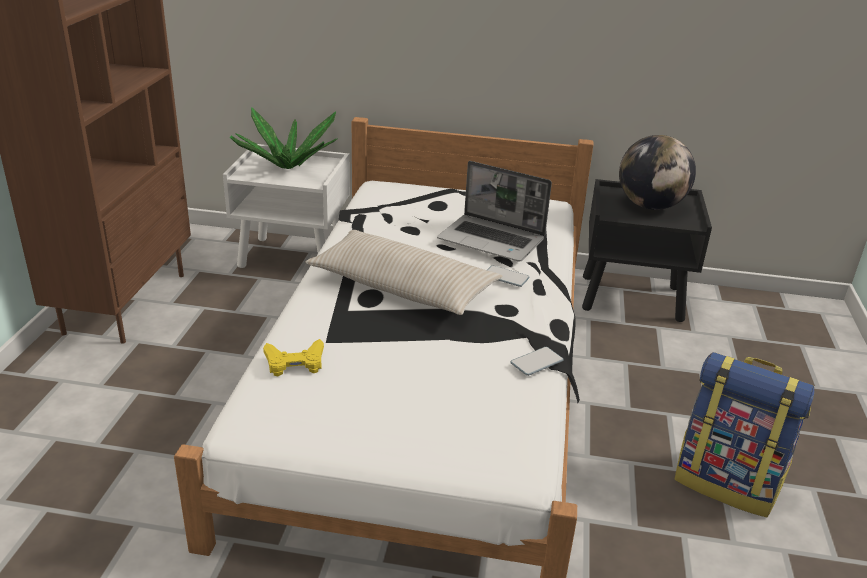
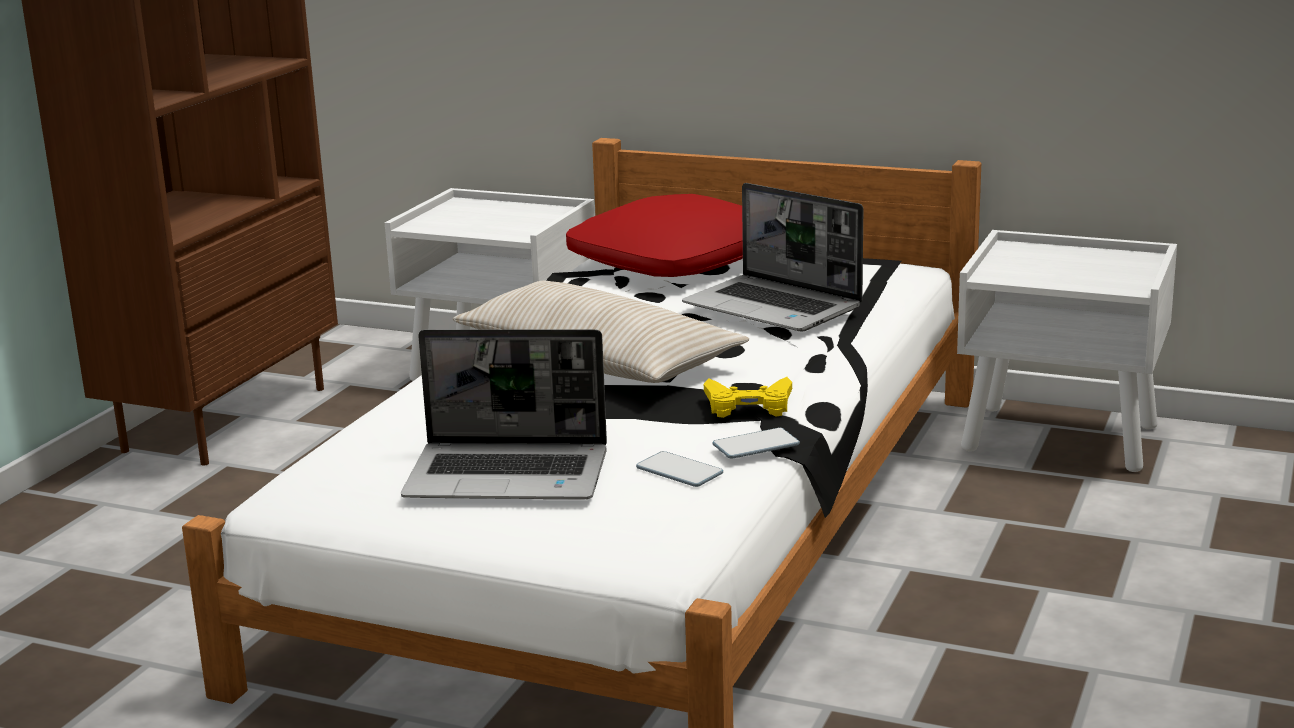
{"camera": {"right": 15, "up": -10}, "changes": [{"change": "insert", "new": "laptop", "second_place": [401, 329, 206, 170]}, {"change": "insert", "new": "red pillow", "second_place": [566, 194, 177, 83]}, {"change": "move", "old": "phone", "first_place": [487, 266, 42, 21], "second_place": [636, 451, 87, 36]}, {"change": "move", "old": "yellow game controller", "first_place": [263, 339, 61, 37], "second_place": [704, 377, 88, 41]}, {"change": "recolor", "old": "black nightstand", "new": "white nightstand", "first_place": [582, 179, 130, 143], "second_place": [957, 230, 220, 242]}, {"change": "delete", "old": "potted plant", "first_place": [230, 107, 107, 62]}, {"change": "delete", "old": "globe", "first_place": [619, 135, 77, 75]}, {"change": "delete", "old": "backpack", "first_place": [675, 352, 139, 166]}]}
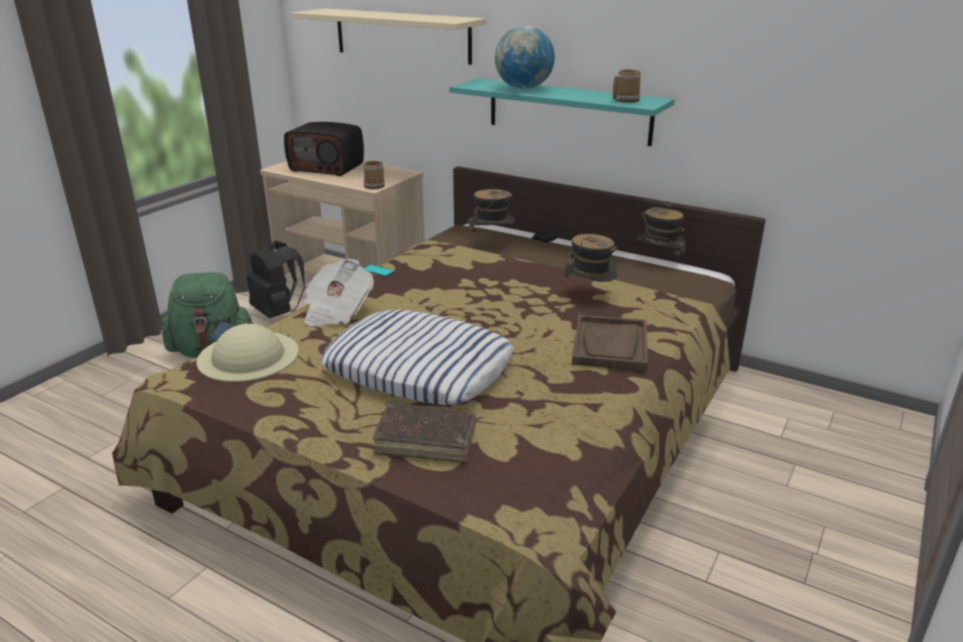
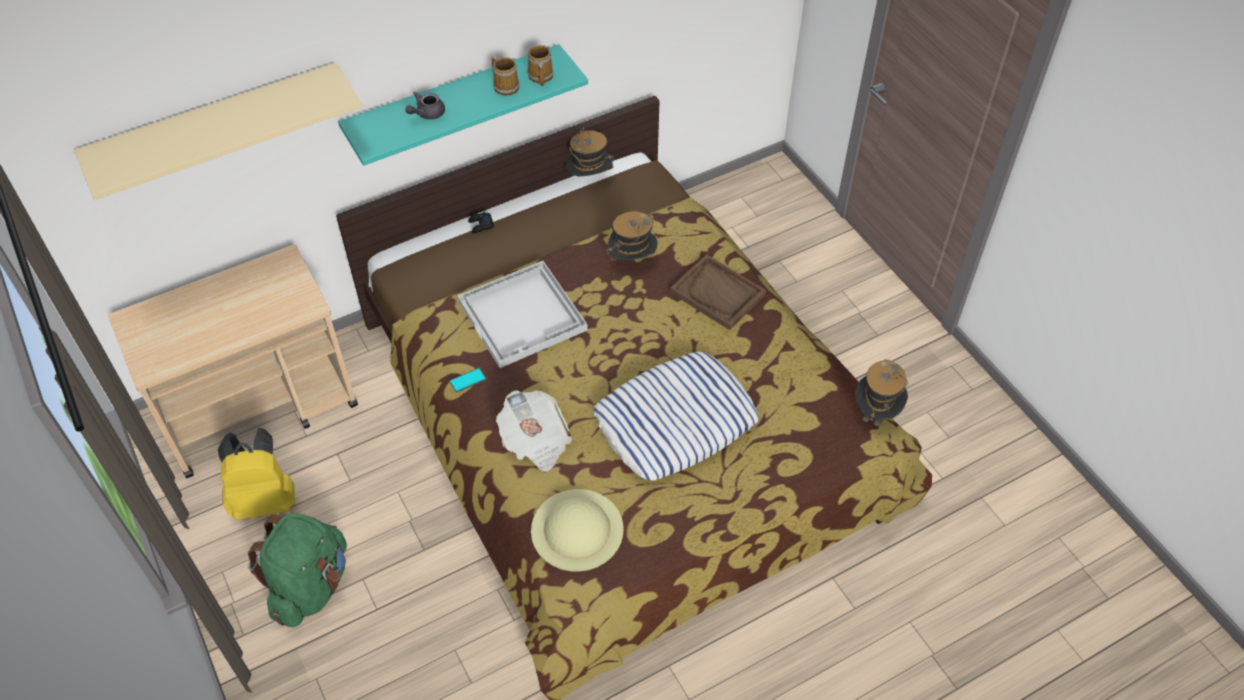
{"camera": {"right": -60, "up": 25}, "changes": [{"change": "recolor", "old": "black backpack", "new": "yellow backpack", "first_place": [247, 241, 58, 77], "second_place": [218, 428, 77, 92]}, {"change": "replace", "old": "globe", "new": "grey teapot", "first_place": [495, 26, 60, 63], "second_place": [405, 91, 40, 29]}, {"change": "insert", "new": "white tray", "second_place": [457, 261, 131, 107]}, {"change": "move", "old": "mug", "first_place": [364, 161, 21, 28], "second_place": [492, 55, 27, 41]}, {"change": "move", "old": "hat", "first_place": [467, 189, 48, 43], "second_place": [855, 359, 53, 77]}, {"change": "delete", "old": "radio", "first_place": [284, 122, 80, 54]}, {"change": "delete", "old": "brown book", "first_place": [373, 403, 103, 60]}]}
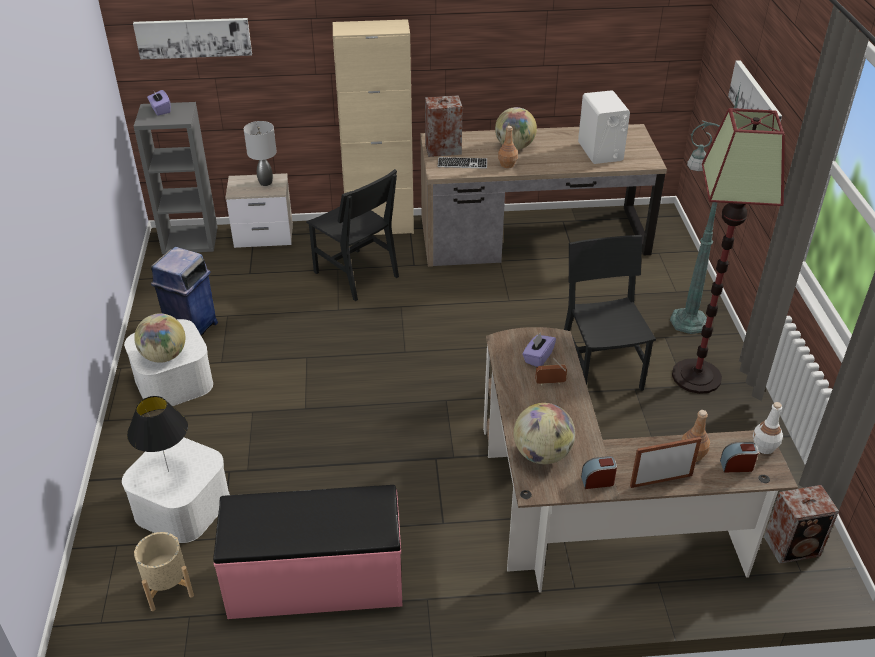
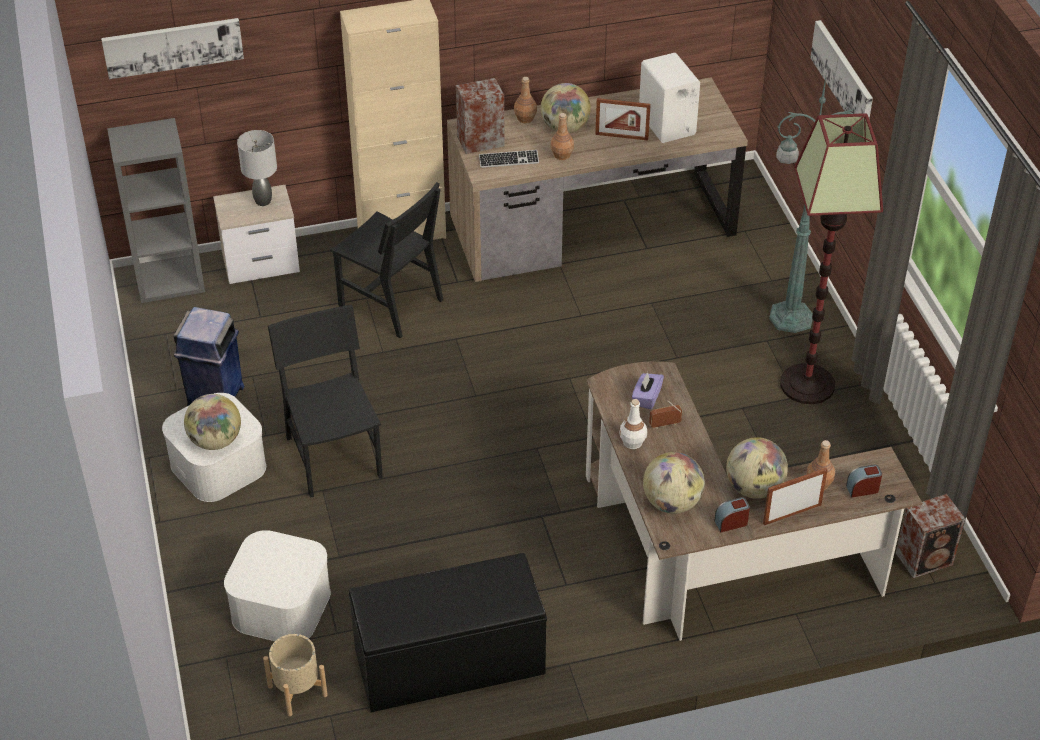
{"camera": {"right": -10, "up": 5}, "changes": [{"change": "move", "old": "black chair", "first_place": [564, 235, 92, 156], "second_place": [268, 305, 115, 193]}, {"change": "recolor", "old": "pink bench", "new": "black bench", "first_place": [213, 485, 190, 134], "second_place": [349, 553, 198, 159]}, {"change": "insert", "new": "brown bottle", "second_place": [514, 77, 23, 46]}, {"change": "insert", "new": "picture frame", "second_place": [595, 98, 56, 42]}, {"change": "move", "old": "white bottle", "first_place": [753, 402, 30, 52], "second_place": [619, 399, 28, 50]}, {"change": "insert", "new": "globe", "second_place": [726, 437, 62, 62]}, {"change": "delete", "old": "black table lamp", "first_place": [127, 396, 61, 76]}, {"change": "delete", "old": "purple tissue box", "first_place": [147, 90, 24, 25]}]}
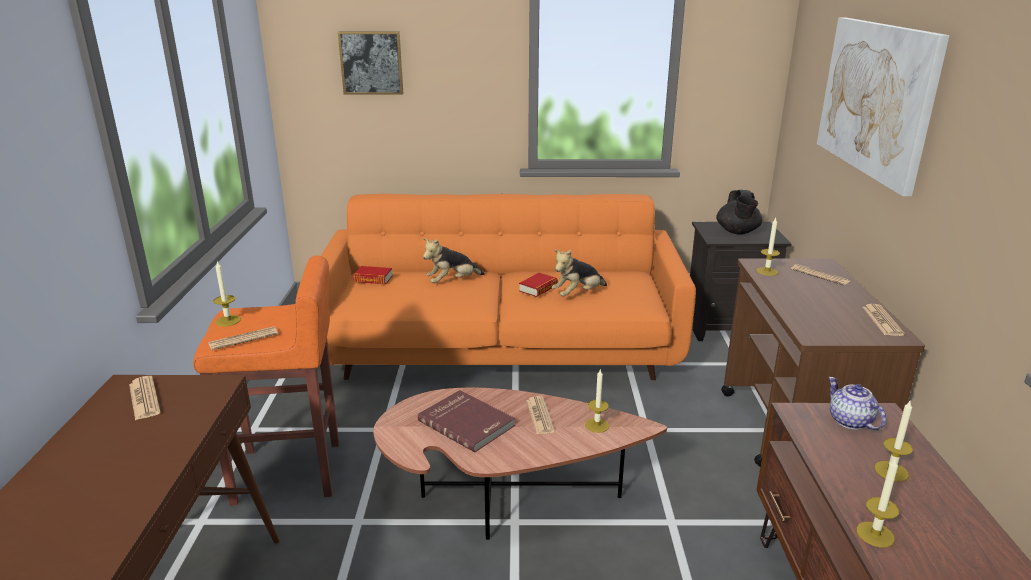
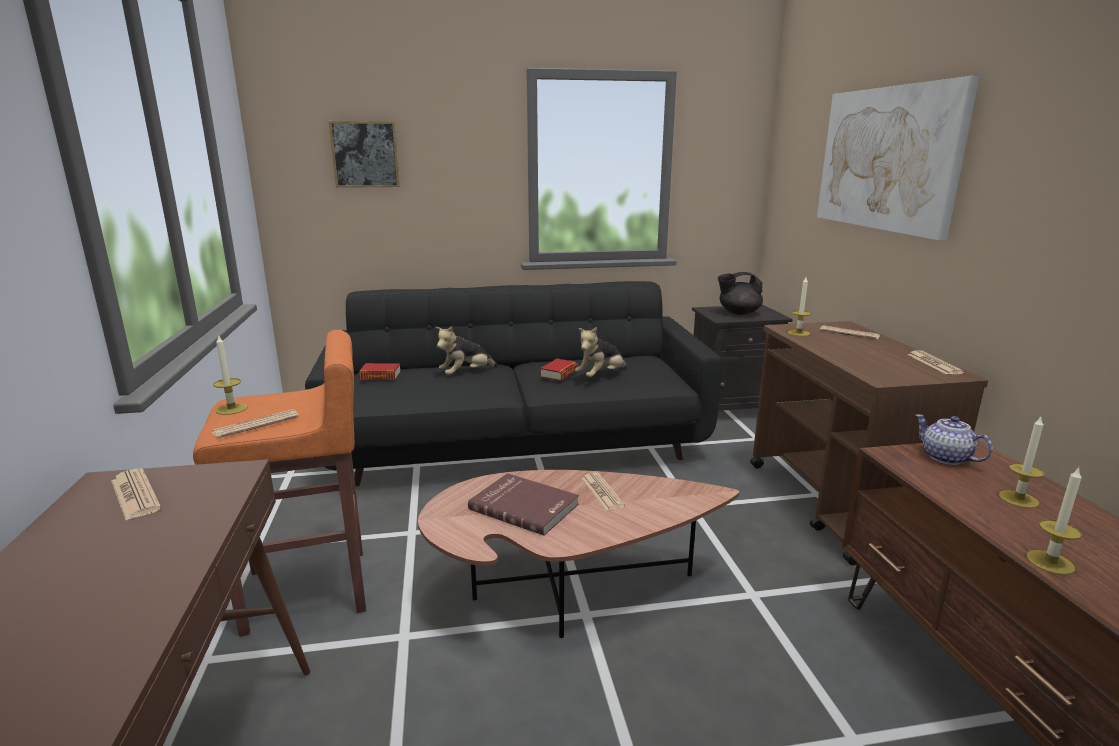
{"camera": {"right": -10, "up": -5}, "changes": [{"change": "recolor", "old": "orange sofa", "new": "black sofa", "first_place": [321, 194, 375, 186], "second_place": [305, 281, 417, 206]}, {"change": "rotate", "old": "black teapot", "first_place": [716, 190, 46, 45], "second_place": [718, 272, 45, 43], "degrees": 90}, {"change": "delete", "old": "candle", "first_place": [585, 370, 24, 63]}]}
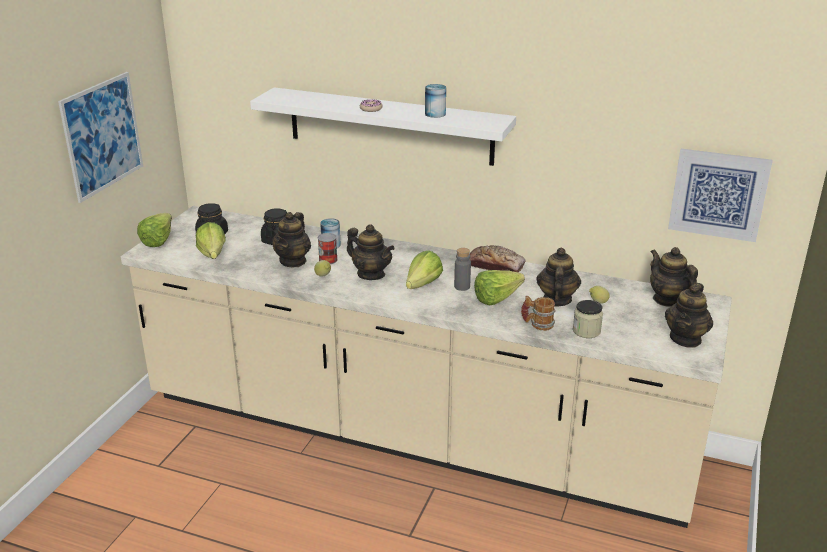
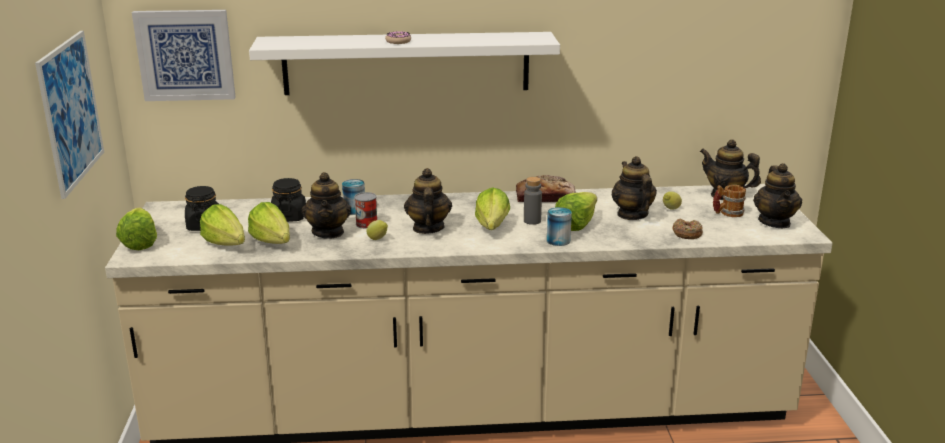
{"camera": {"right": -25, "up": -5}, "changes": [{"change": "move", "old": "picture", "first_place": [668, 149, 104, 93], "second_place": [132, 10, 104, 91]}, {"change": "insert", "new": "lettuce", "second_place": [248, 202, 42, 42]}, {"change": "rotate", "old": "teapot", "first_place": [347, 224, 48, 56], "second_place": [404, 168, 48, 66], "degrees": -105}, {"change": "move", "old": "can", "first_place": [425, 84, 21, 34], "second_place": [547, 207, 25, 39]}, {"change": "replace", "old": "jar", "new": "donut", "first_place": [573, 300, 30, 38], "second_place": [672, 219, 31, 20]}, {"change": "move", "old": "mug", "first_place": [521, 296, 35, 35], "second_place": [713, 185, 33, 32]}]}
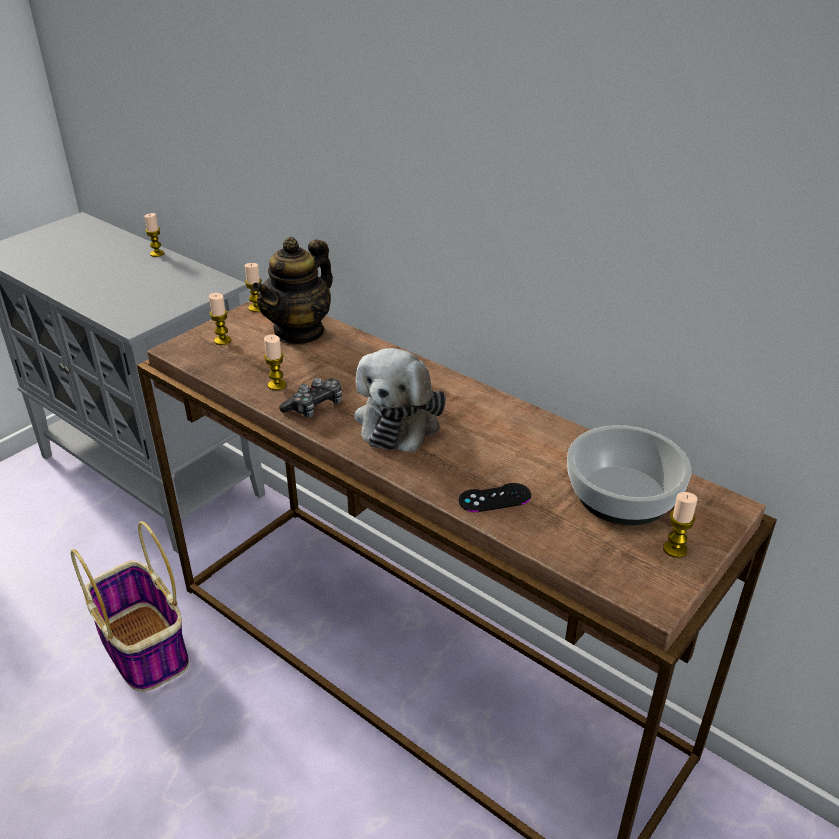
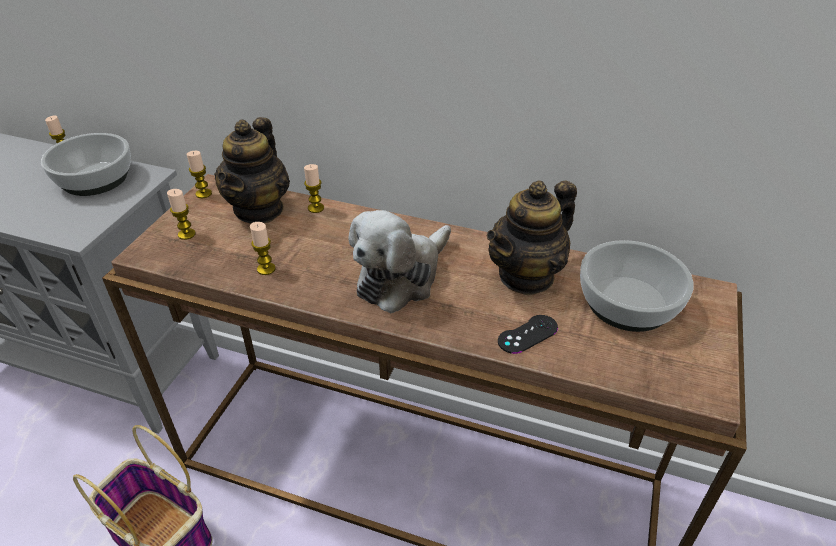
{"camera": {"right": -20, "up": 5}, "changes": [{"change": "insert", "new": "bowl", "second_place": [41, 133, 90, 63]}, {"change": "move", "old": "candle", "first_place": [663, 492, 35, 66], "second_place": [304, 164, 20, 49]}, {"change": "rotate", "old": "plush toy", "first_place": [354, 348, 92, 104], "second_place": [348, 210, 103, 103], "degrees": 45}, {"change": "insert", "new": "teapot", "second_place": [486, 180, 91, 116]}, {"change": "delete", "old": "game controller", "first_place": [279, 378, 63, 40]}]}
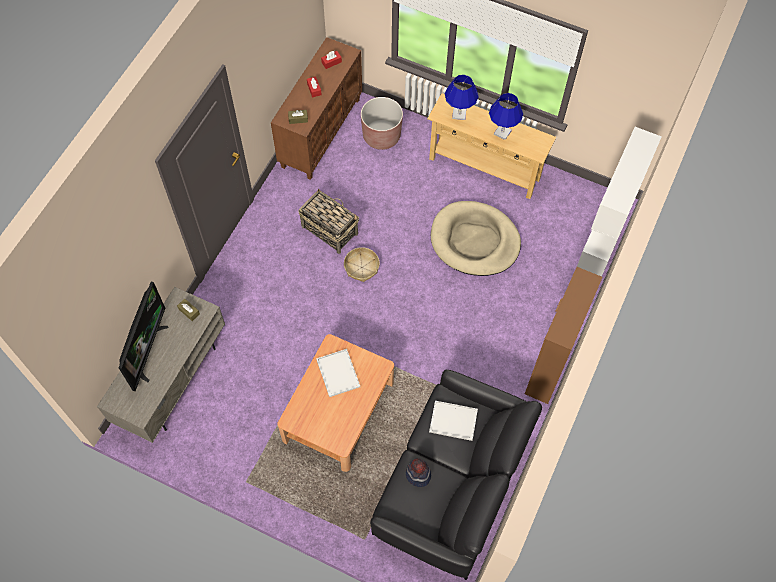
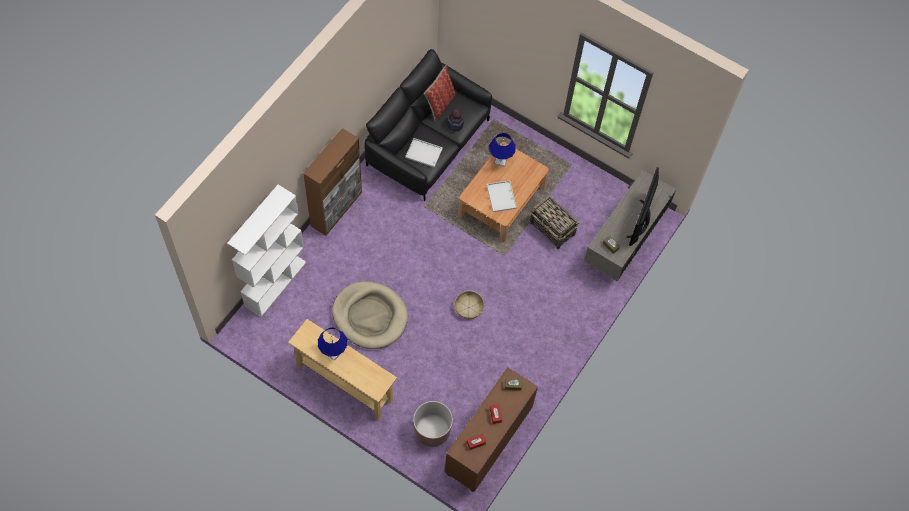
{"camera": {"right": -175, "up": 0}, "changes": [{"change": "insert", "new": "pillow", "second_place": [424, 65, 33, 56]}, {"change": "move", "old": "blue table lamp", "first_place": [445, 75, 34, 45], "second_place": [489, 133, 27, 34]}, {"change": "move", "old": "basket", "first_place": [298, 189, 61, 65], "second_place": [530, 196, 49, 53]}]}
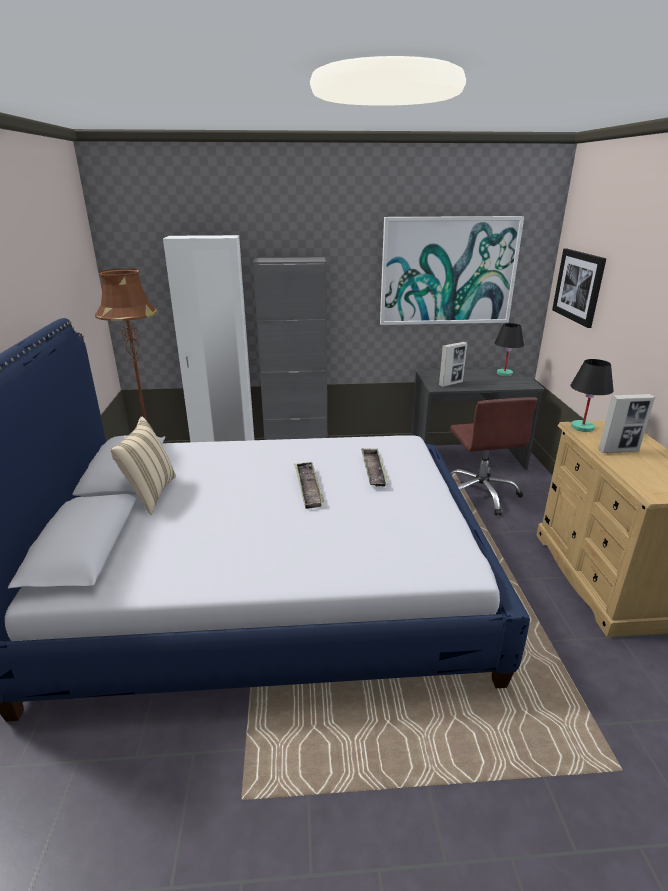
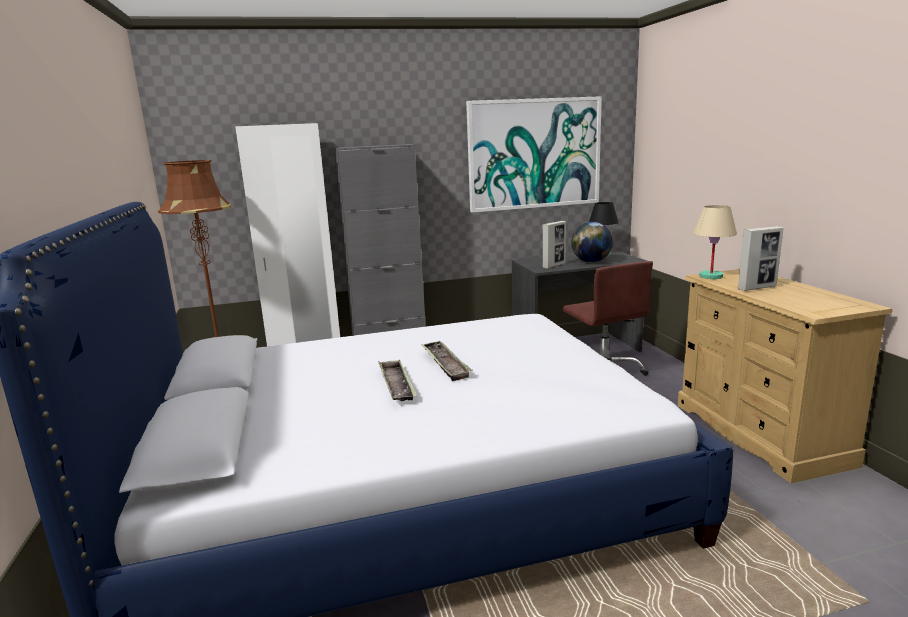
{"camera": {"right": -10, "up": -10}, "changes": [{"change": "move", "old": "tray", "first_place": [361, 448, 28, 39], "second_place": [378, 360, 39, 41]}, {"change": "insert", "new": "globe", "second_place": [571, 222, 42, 41]}, {"change": "recolor", "old": "black table lamp", "new": "beige table lamp", "first_place": [570, 359, 44, 73], "second_place": [693, 205, 44, 74]}, {"change": "delete", "old": "beige pillow", "first_place": [111, 417, 65, 98]}, {"change": "delete", "old": "picture", "first_place": [552, 248, 54, 80]}]}
